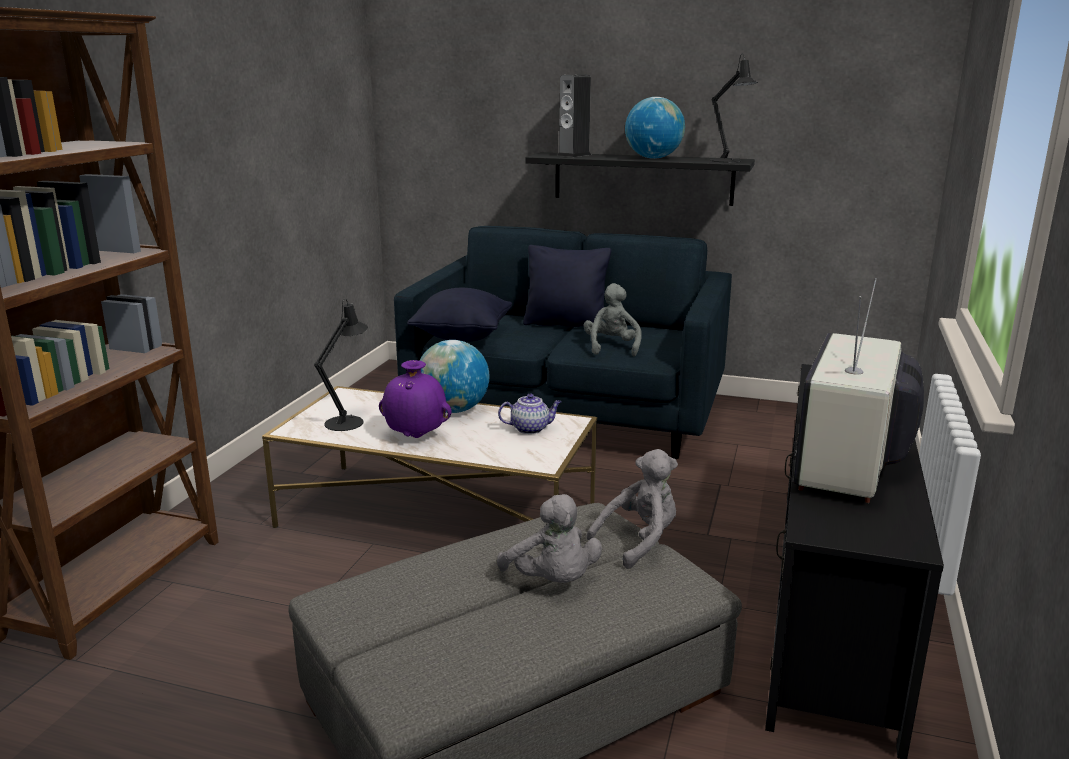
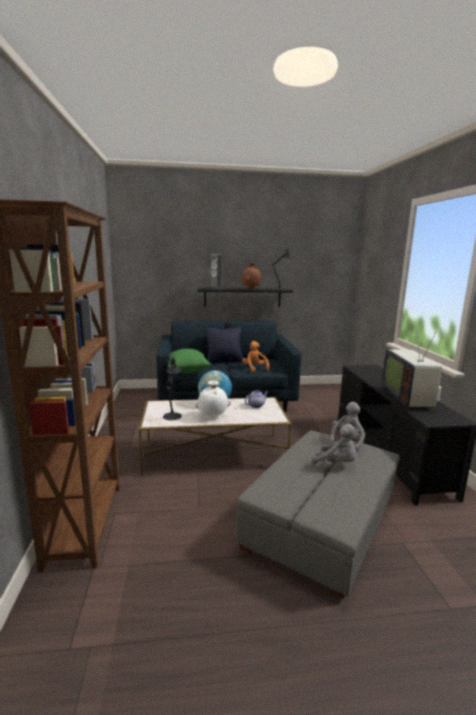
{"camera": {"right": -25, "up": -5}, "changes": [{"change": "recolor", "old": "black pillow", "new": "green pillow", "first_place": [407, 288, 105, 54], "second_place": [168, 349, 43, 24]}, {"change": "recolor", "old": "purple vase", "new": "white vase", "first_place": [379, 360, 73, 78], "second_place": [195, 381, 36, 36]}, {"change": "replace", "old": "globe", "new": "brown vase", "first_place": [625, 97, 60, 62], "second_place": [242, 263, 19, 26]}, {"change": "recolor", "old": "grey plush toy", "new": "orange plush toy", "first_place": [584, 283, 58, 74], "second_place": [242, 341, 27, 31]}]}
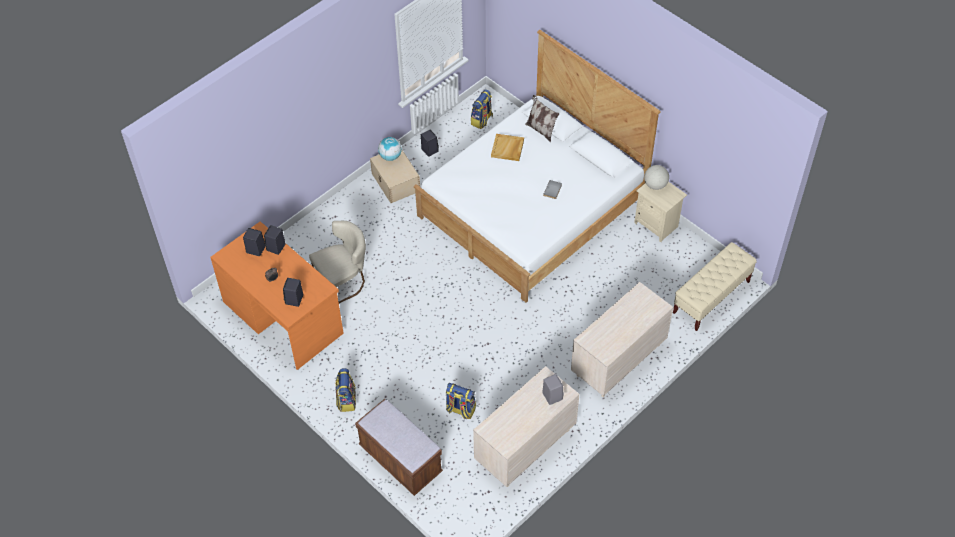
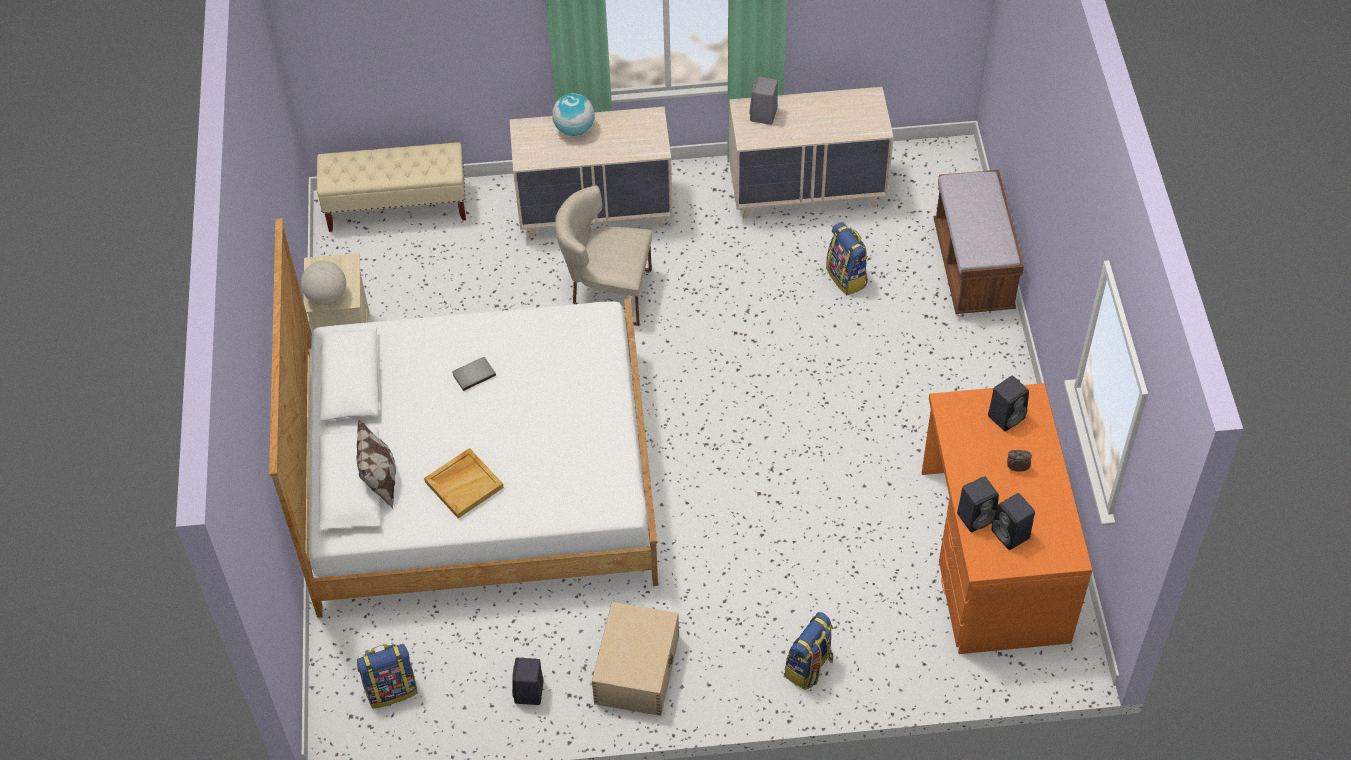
{"camera": {"right": -140, "up": 0}, "changes": [{"change": "move", "old": "globe", "first_place": [378, 137, 24, 24], "second_place": [552, 93, 43, 43]}, {"change": "move", "old": "beige chair", "first_place": [309, 221, 57, 82], "second_place": [555, 186, 97, 140]}, {"change": "move", "old": "backpack", "first_place": [336, 368, 20, 44], "second_place": [785, 612, 48, 78]}]}
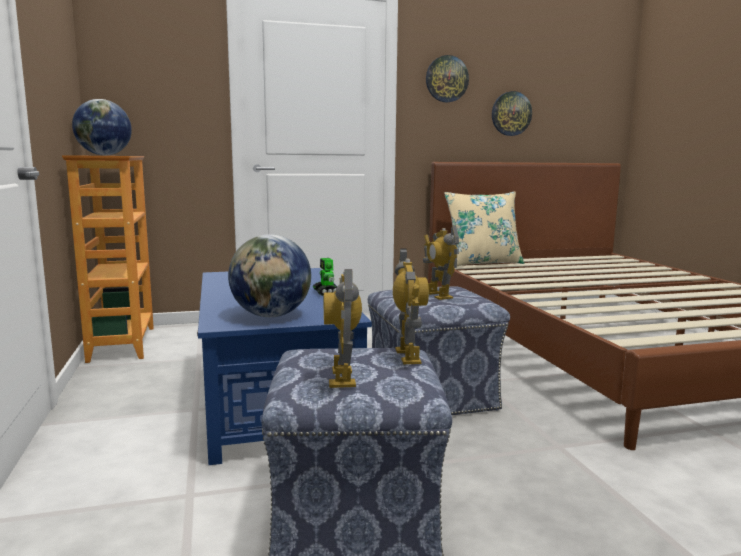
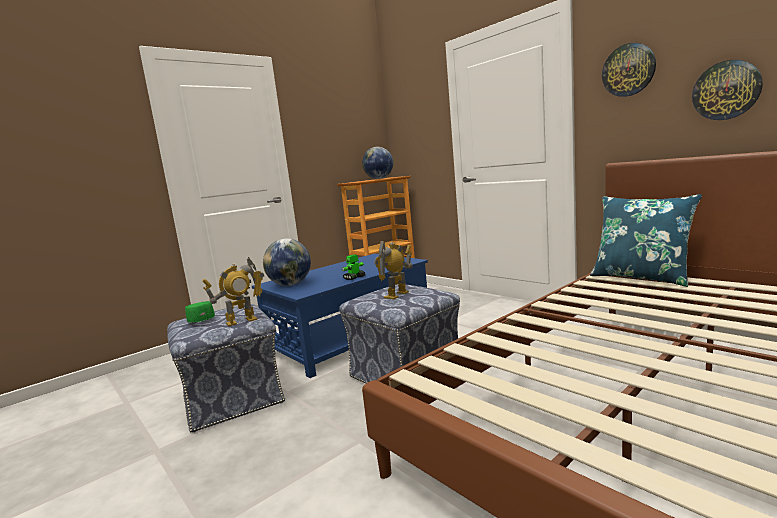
{"camera": {"right": 65, "up": 0}, "changes": [{"change": "replace", "old": "toy robot", "new": "green cap", "first_place": [324, 269, 38, 119], "second_place": [185, 301, 30, 22]}, {"change": "recolor", "old": "beige pillow", "new": "blue pillow", "first_place": [444, 191, 80, 75], "second_place": [590, 194, 112, 93]}]}
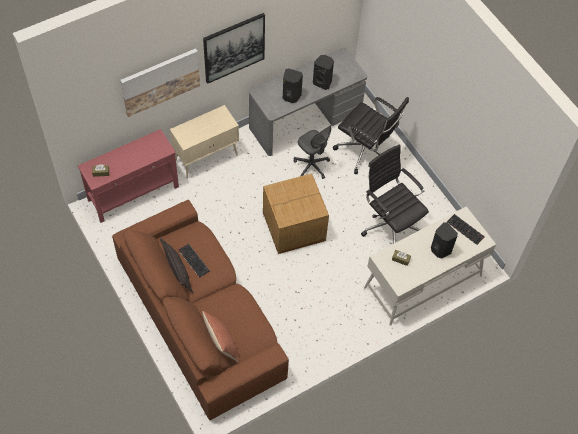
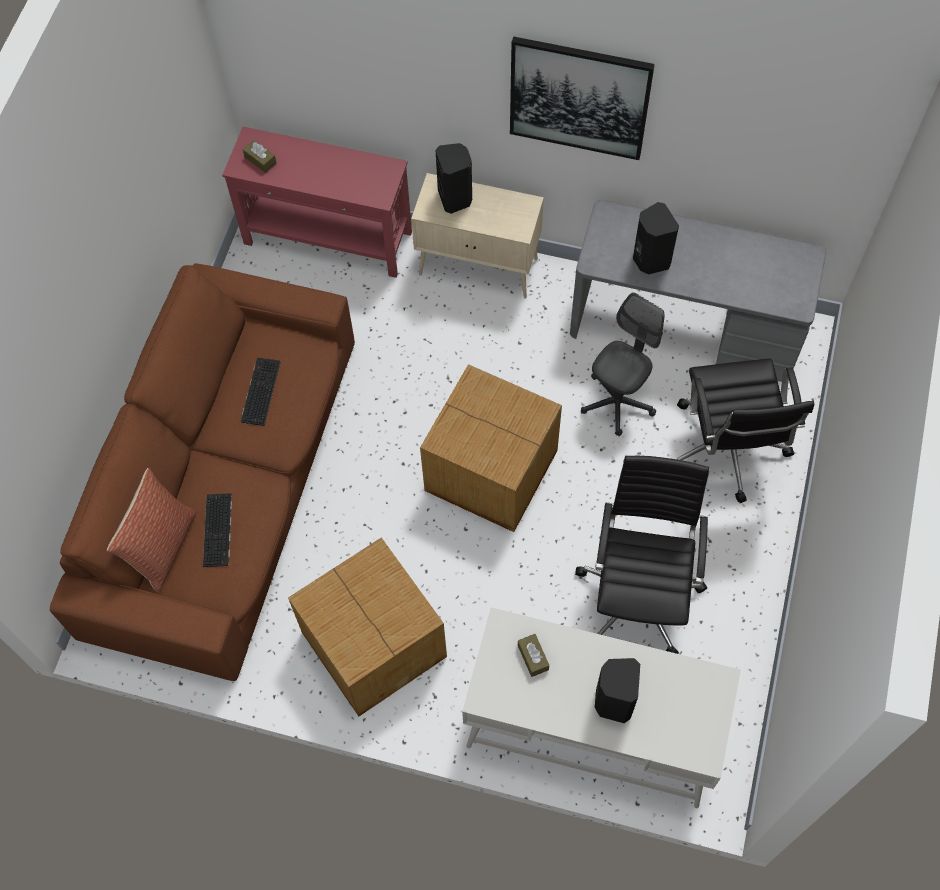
{"camera": {"right": 50, "up": 5}, "changes": [{"change": "move", "old": "keyboard", "first_place": [447, 214, 38, 31], "second_place": [203, 493, 29, 74]}, {"change": "insert", "new": "cardboard box", "second_place": [288, 537, 159, 180]}, {"change": "move", "old": "black speaker", "first_place": [313, 55, 21, 35], "second_place": [435, 143, 37, 71]}, {"change": "rotate", "old": "grey office chair", "first_place": [293, 125, 39, 54], "second_place": [581, 293, 84, 143], "degrees": -150}, {"change": "delete", "old": "picture", "first_place": [120, 48, 80, 69]}, {"change": "delete", "old": "pillow", "first_place": [160, 237, 33, 56]}]}
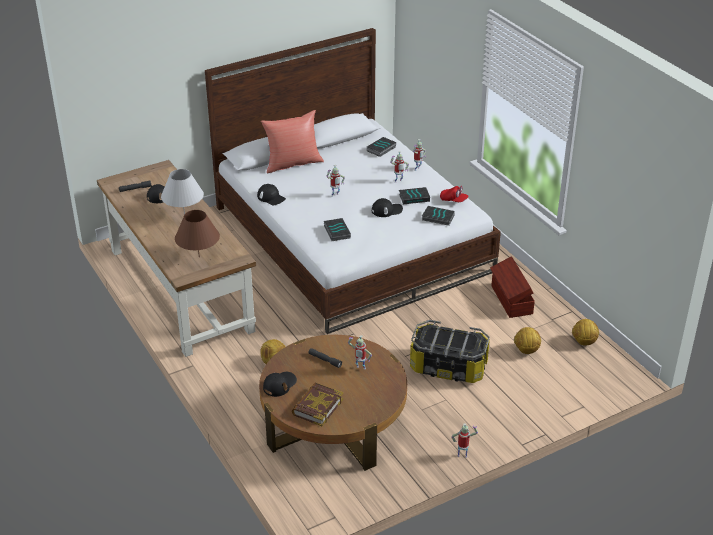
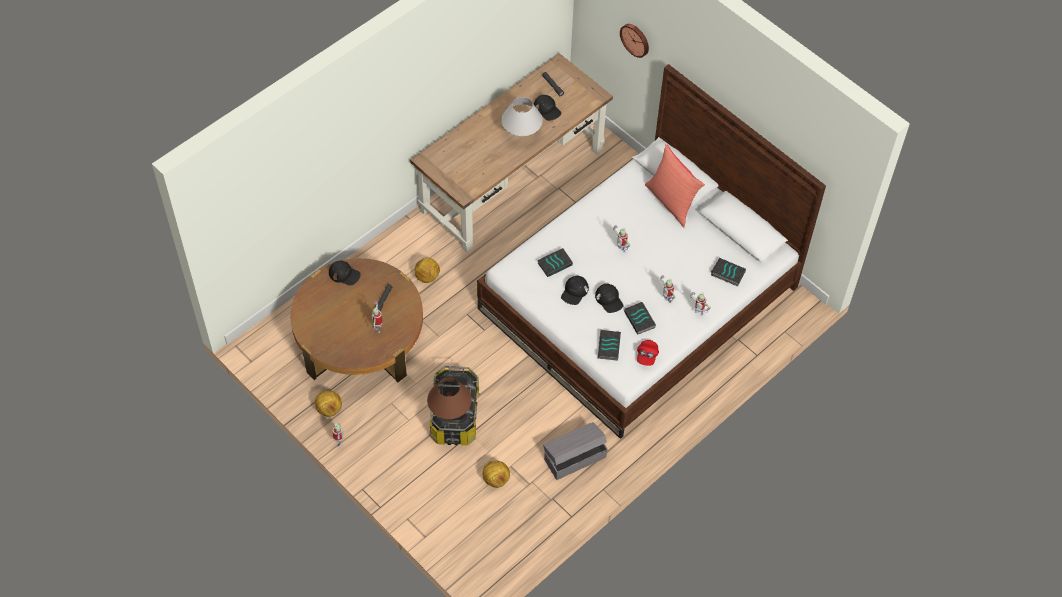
{"camera": {"right": 75, "up": 20}, "changes": [{"change": "move", "old": "football", "first_place": [572, 319, 27, 27], "second_place": [315, 390, 27, 27]}, {"change": "move", "old": "brown table lamp", "first_place": [175, 210, 45, 47], "second_place": [427, 378, 45, 41]}, {"change": "recolor", "old": "brown storage box", "new": "grey storage box", "first_place": [490, 256, 45, 62], "second_place": [543, 422, 64, 58]}, {"change": "move", "old": "black cap", "first_place": [257, 184, 29, 21], "second_place": [561, 276, 28, 29]}, {"change": "insert", "new": "wall clock", "second_place": [620, 24, 29, 34]}, {"change": "delete", "old": "book", "first_place": [292, 383, 51, 43]}]}
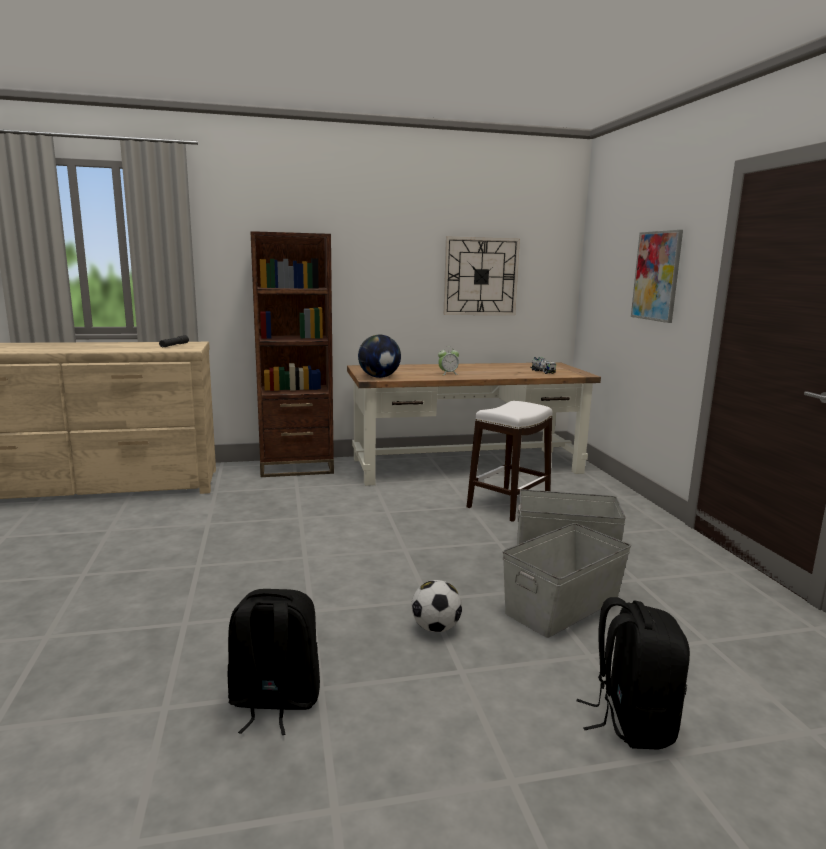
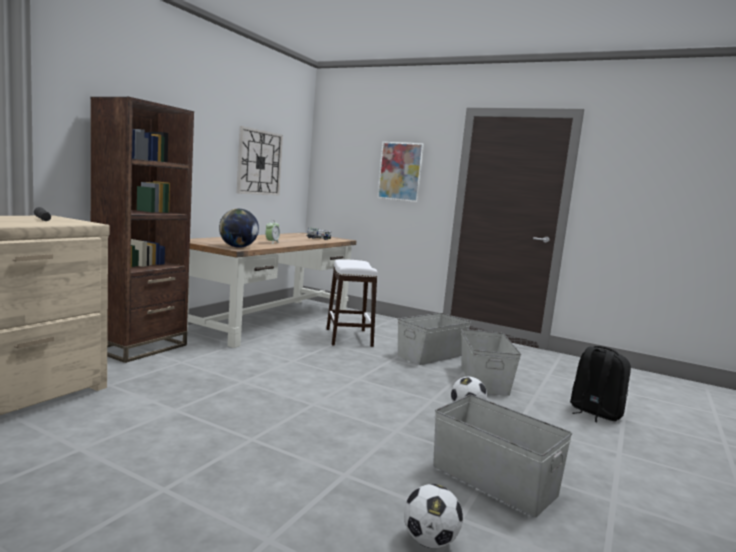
{"camera": {"right": -50, "up": -5}, "changes": [{"change": "insert", "new": "football", "second_place": [404, 484, 59, 64]}, {"change": "replace", "old": "black backpack", "new": "grey storage box", "first_place": [227, 589, 93, 146], "second_place": [433, 395, 139, 122]}]}
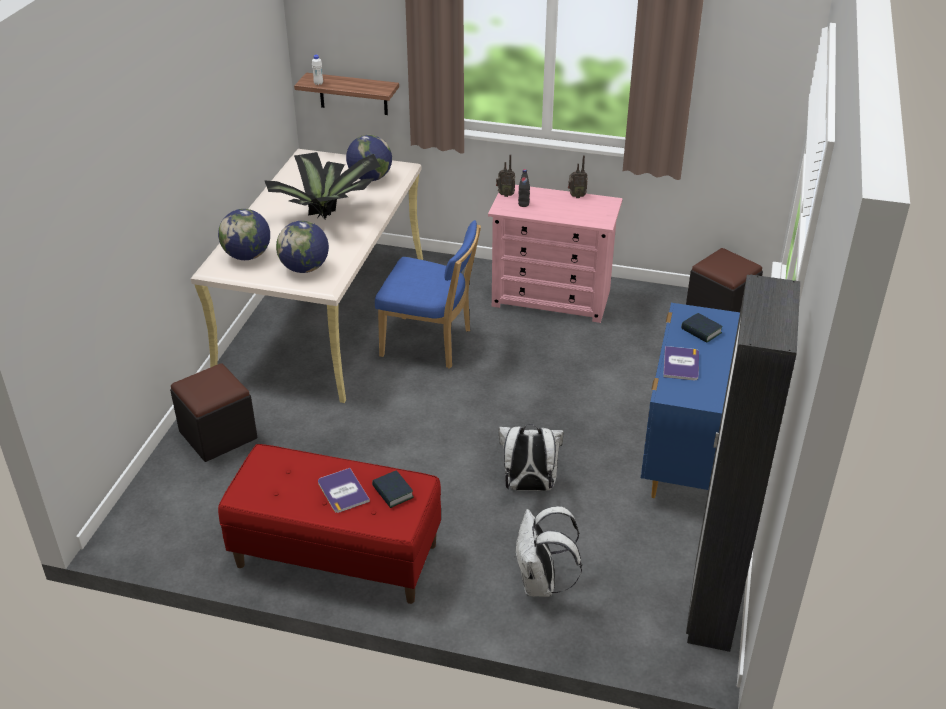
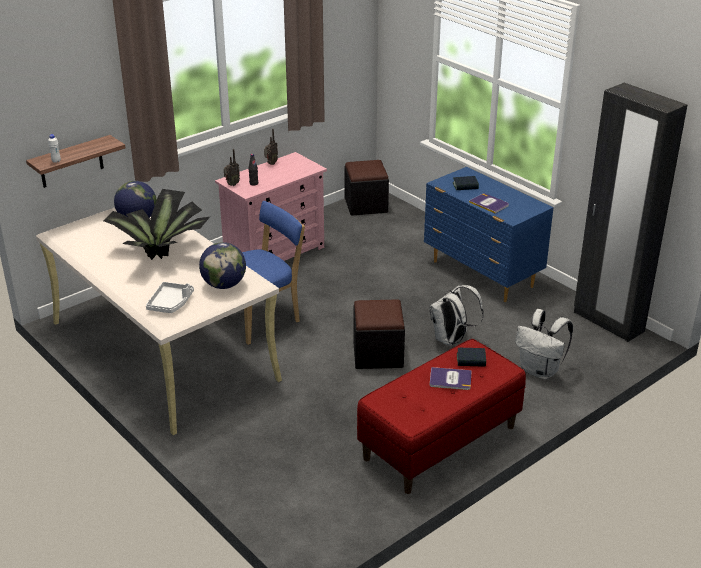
{"camera": {"right": -55, "up": -5}, "changes": [{"change": "replace", "old": "globe", "new": "white tray", "first_place": [218, 209, 52, 51], "second_place": [146, 282, 48, 31]}, {"change": "move", "old": "black ottoman", "first_place": [170, 363, 87, 99], "second_place": [353, 299, 52, 70]}]}
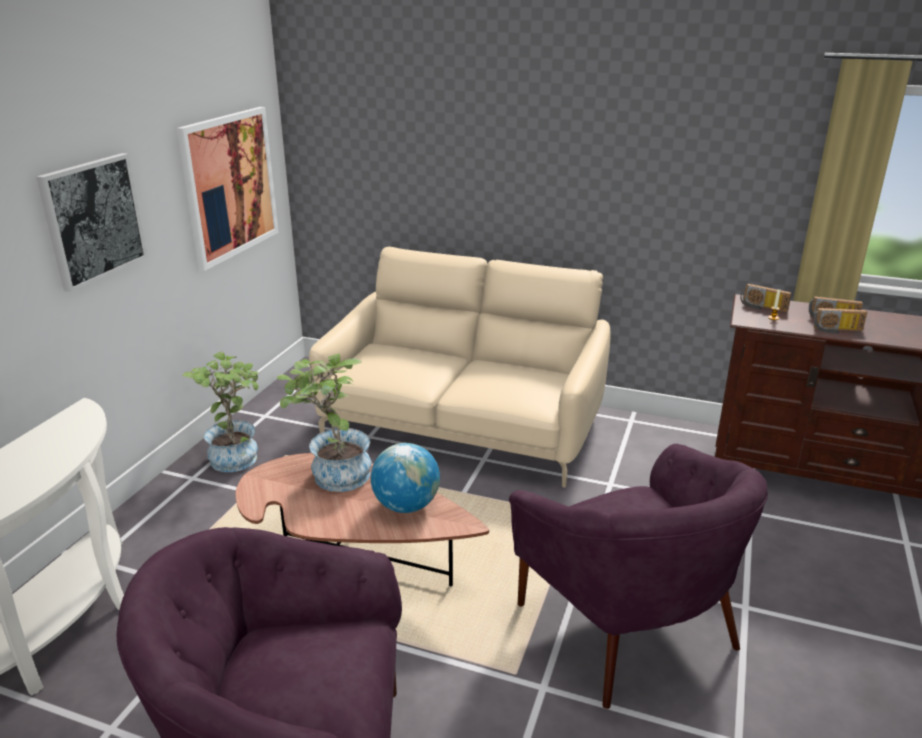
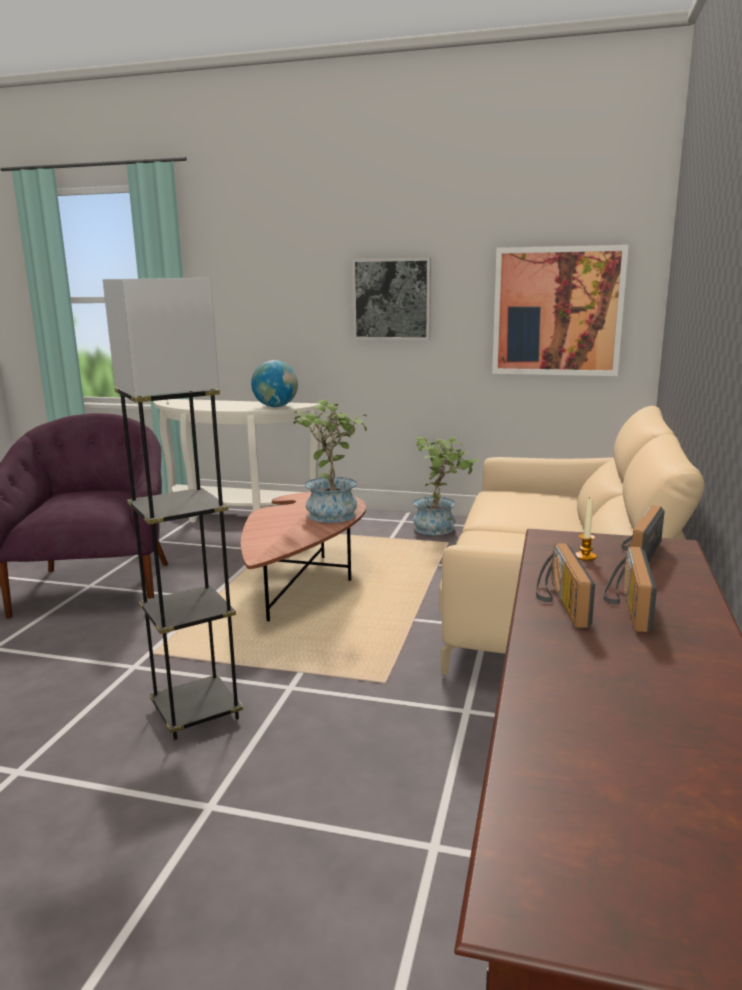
{"camera": {"right": 85, "up": -10}, "changes": [{"change": "replace", "old": "purple armchair", "new": "grey floor lamp", "first_place": [509, 444, 259, 265], "second_place": [103, 278, 140, 462]}, {"change": "move", "old": "globe", "first_place": [371, 443, 69, 70], "second_place": [251, 360, 47, 47]}]}
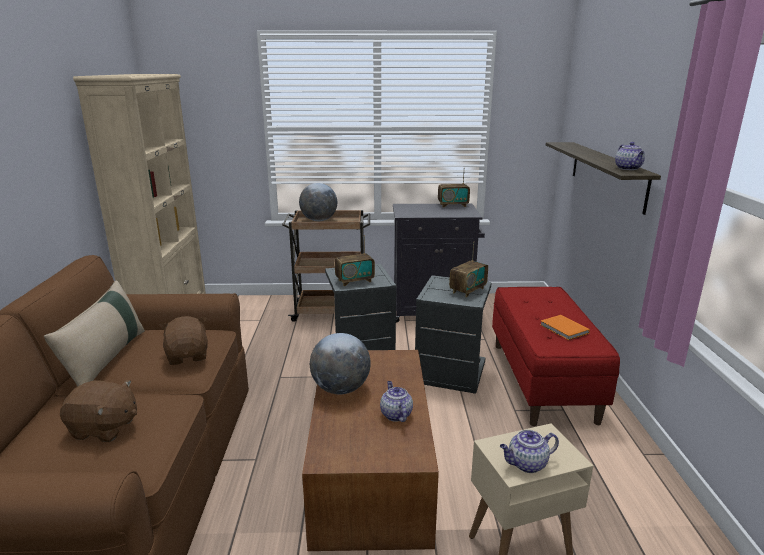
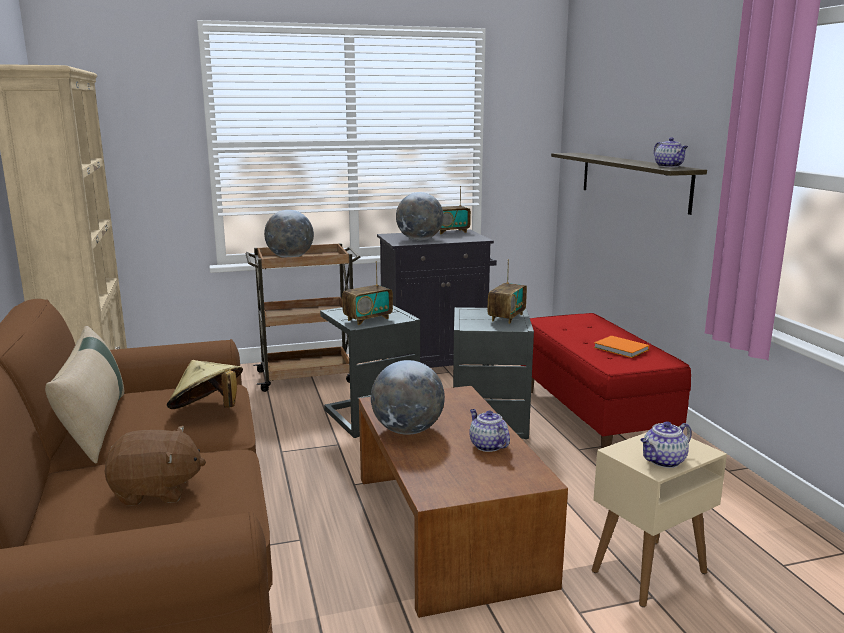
{"camera": {"right": -15, "up": -5}, "changes": [{"change": "replace", "old": "brown plush toy", "new": "beige hat", "first_place": [159, 316, 48, 49], "second_place": [167, 360, 76, 49]}, {"change": "insert", "new": "globe", "second_place": [396, 192, 48, 49]}]}
